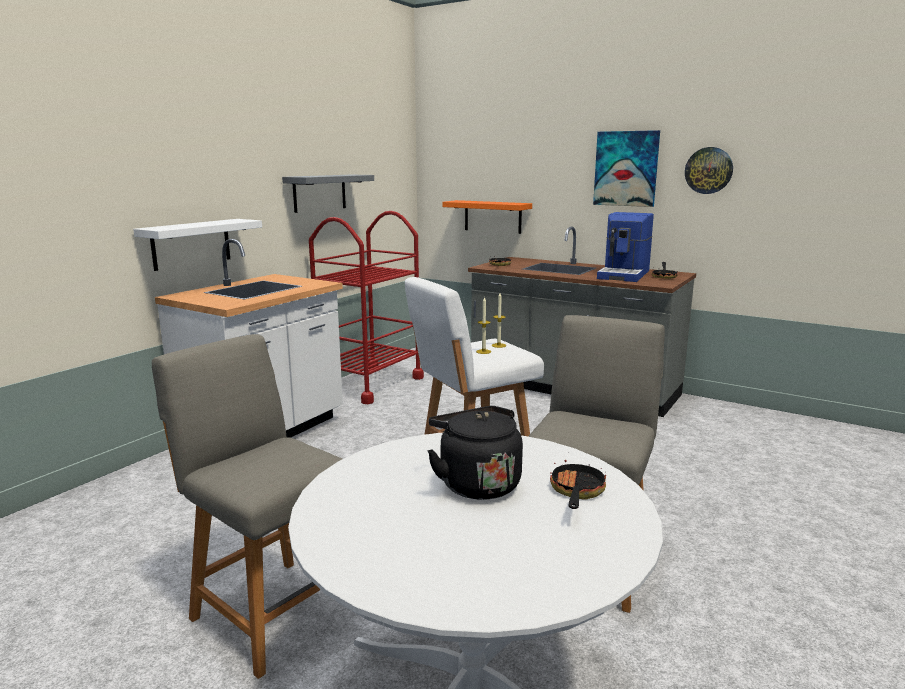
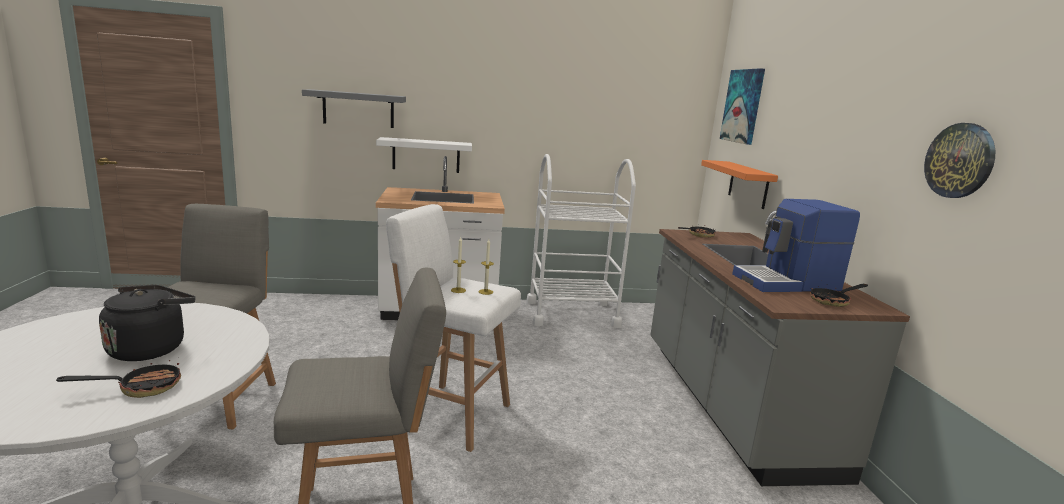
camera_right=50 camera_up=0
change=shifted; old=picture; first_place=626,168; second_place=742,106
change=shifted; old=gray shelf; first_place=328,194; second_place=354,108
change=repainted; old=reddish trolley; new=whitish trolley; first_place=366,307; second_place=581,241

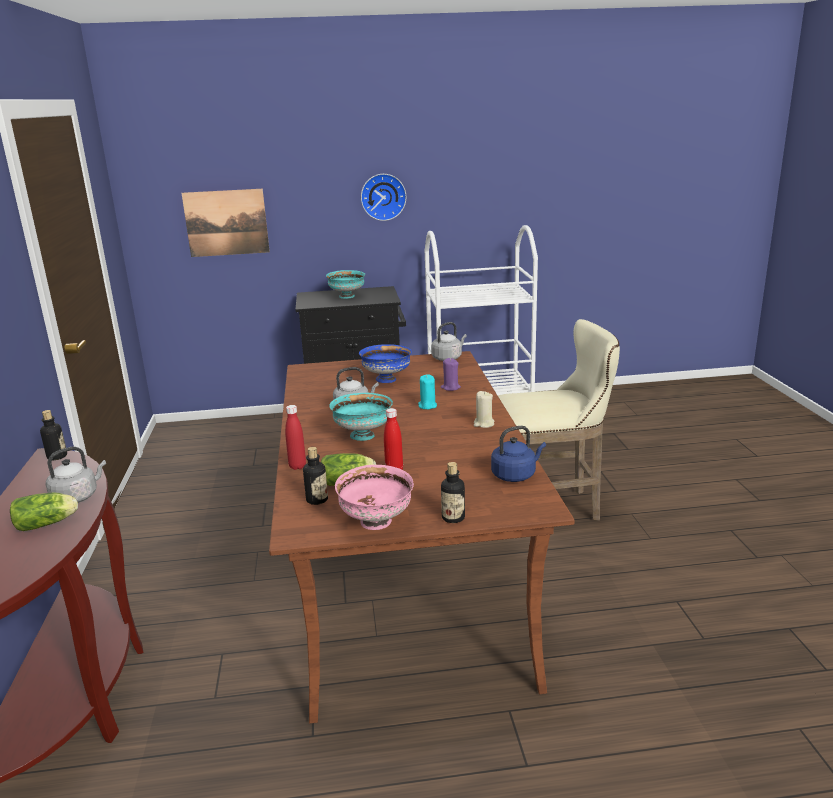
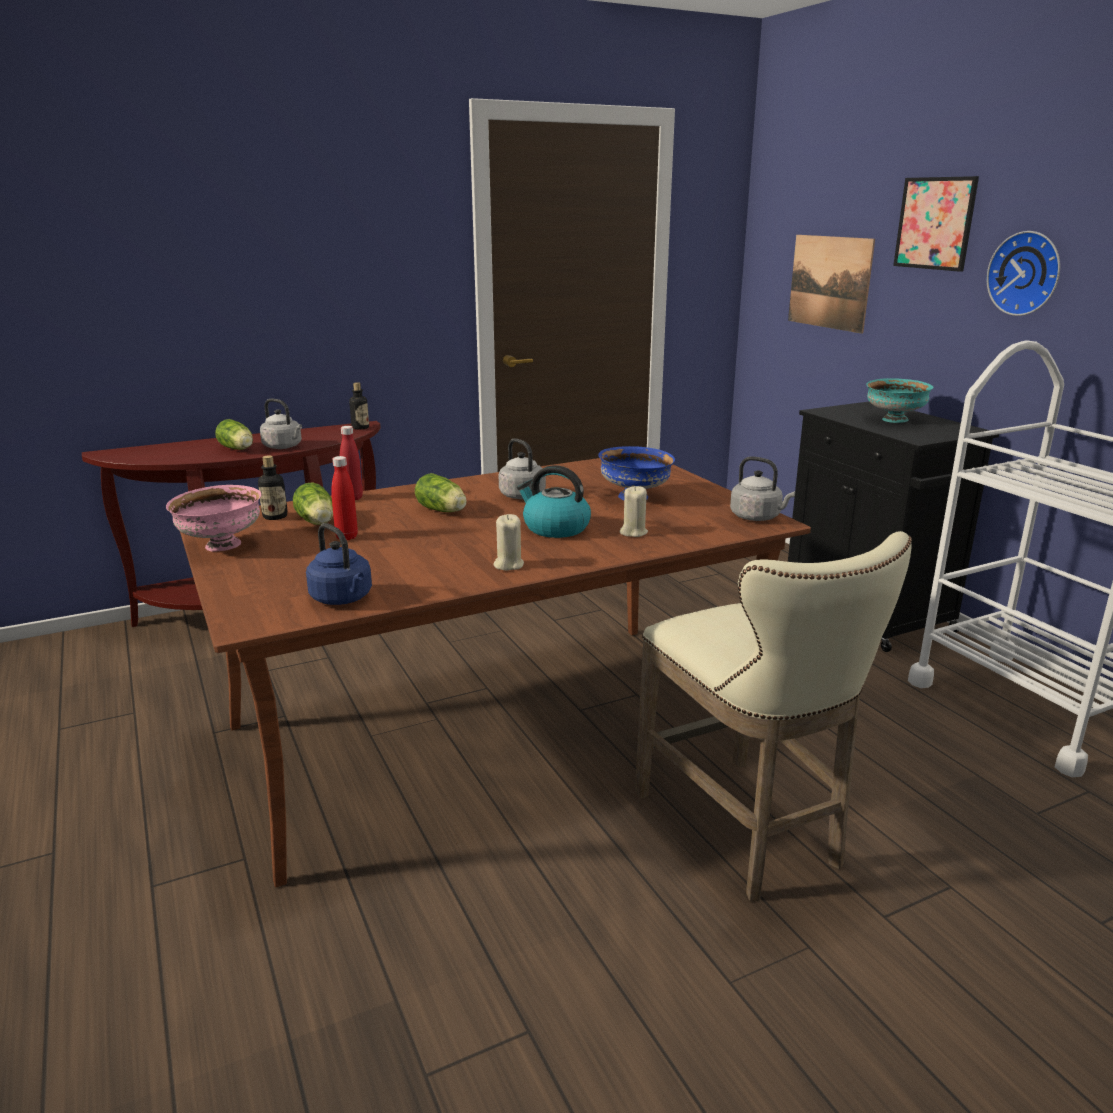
camera_right=70 camera_up=0
change=repainted; old=purple-coloured wax light; new=beige wax light; first_place=450,374; second_place=634,511
change=swapped; old=turquoise wax light; new=tea kettle; first_place=427,392; second_place=554,501
change=swapped; old=turquoise bowl; new=lettuce; first_place=361,417; second_place=441,492
change=gone; old=beverage bottle; first_place=453,492
change=new; new=picture; second_place=936,224

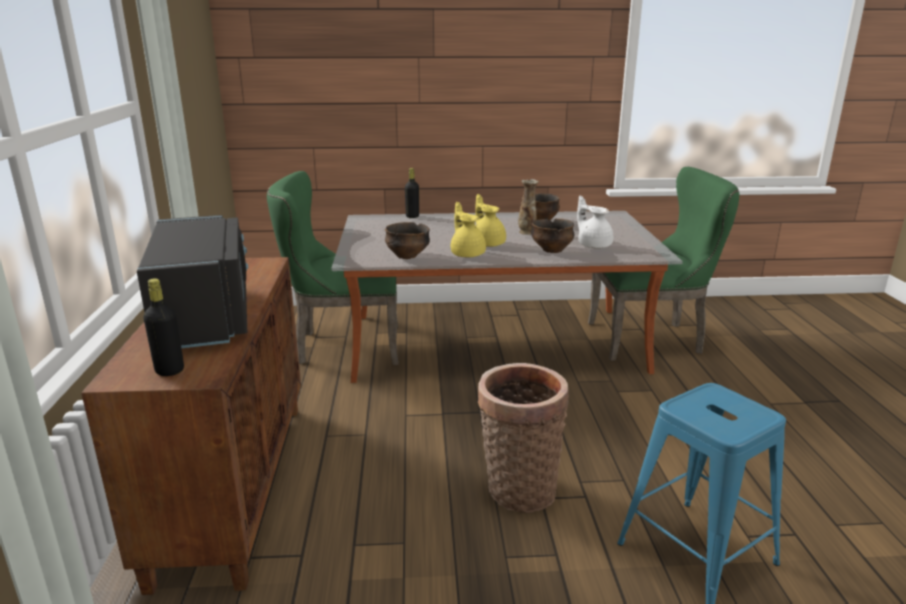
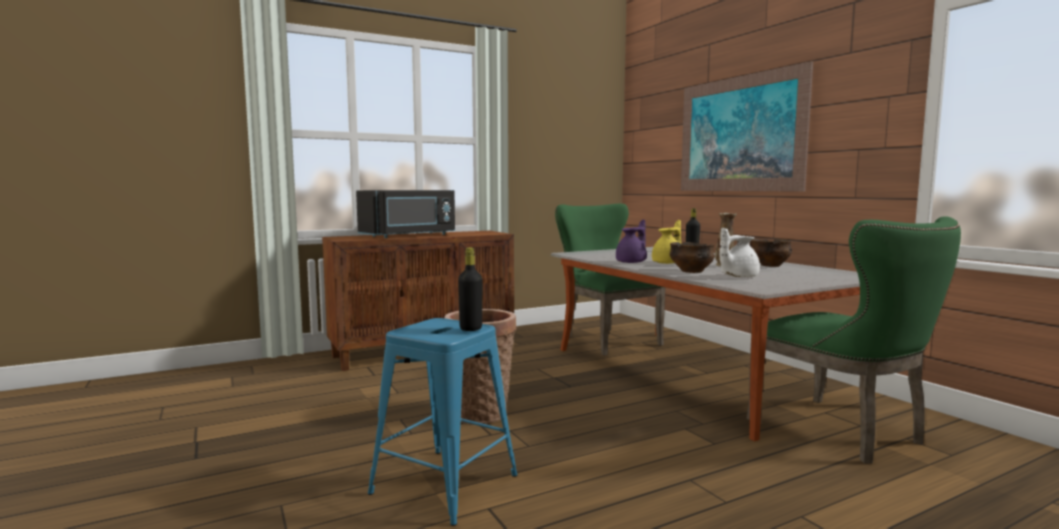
camera_right=65 camera_up=-15
change=rotated; old=whitish teapot; first_place=595,222; second_place=739,252; degrees=-150
change=repainted; old=yellow-coloured teapot; new=purple-coloured teapot; first_place=468,229; second_place=631,241
change=gone; old=bowl; first_place=407,240
change=shifted; old=blackish beverage bottle; first_place=164,327; second_place=470,289
change=new; new=picture; second_place=747,126

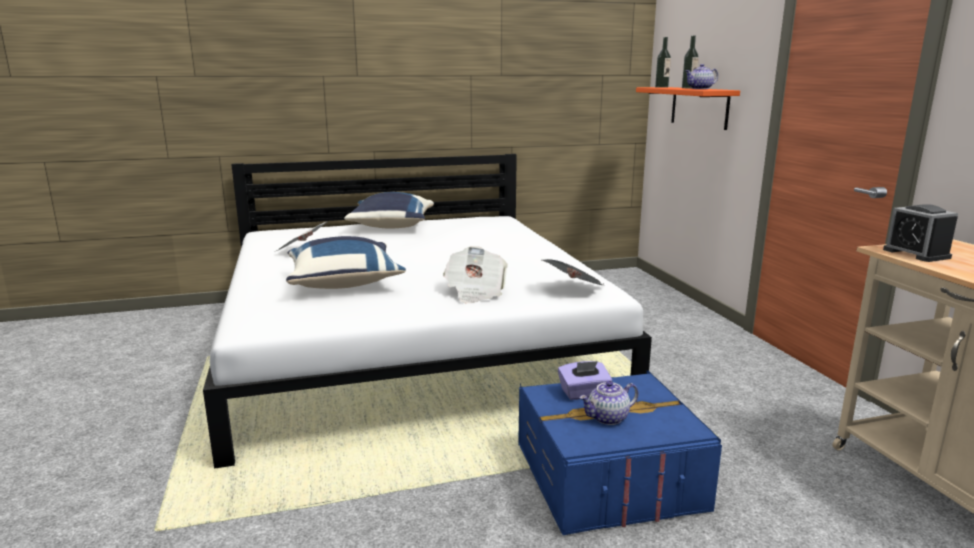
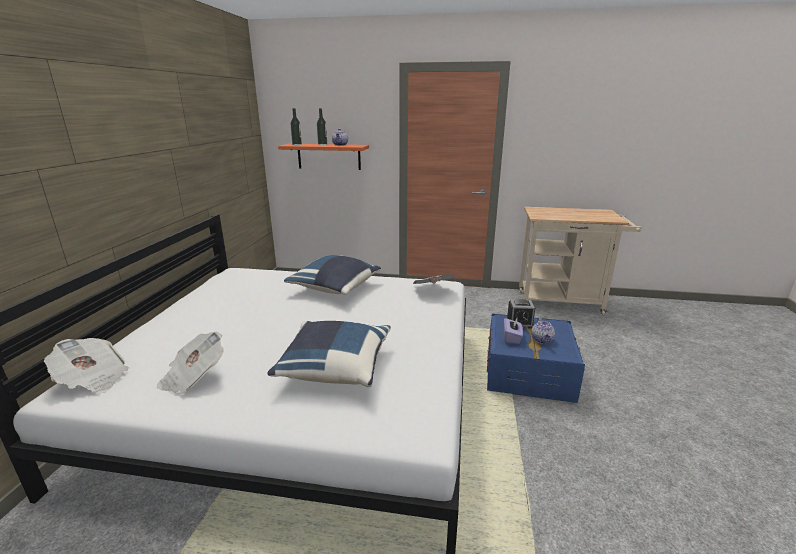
camera_right=-65 camera_up=5
change=shifted; old=blue pillow; first_place=389,210; second_place=332,275
change=shifted; old=table clock; first_place=920,233; second_place=520,313
change=shifted; old=printed paper; first_place=475,274; second_place=86,366

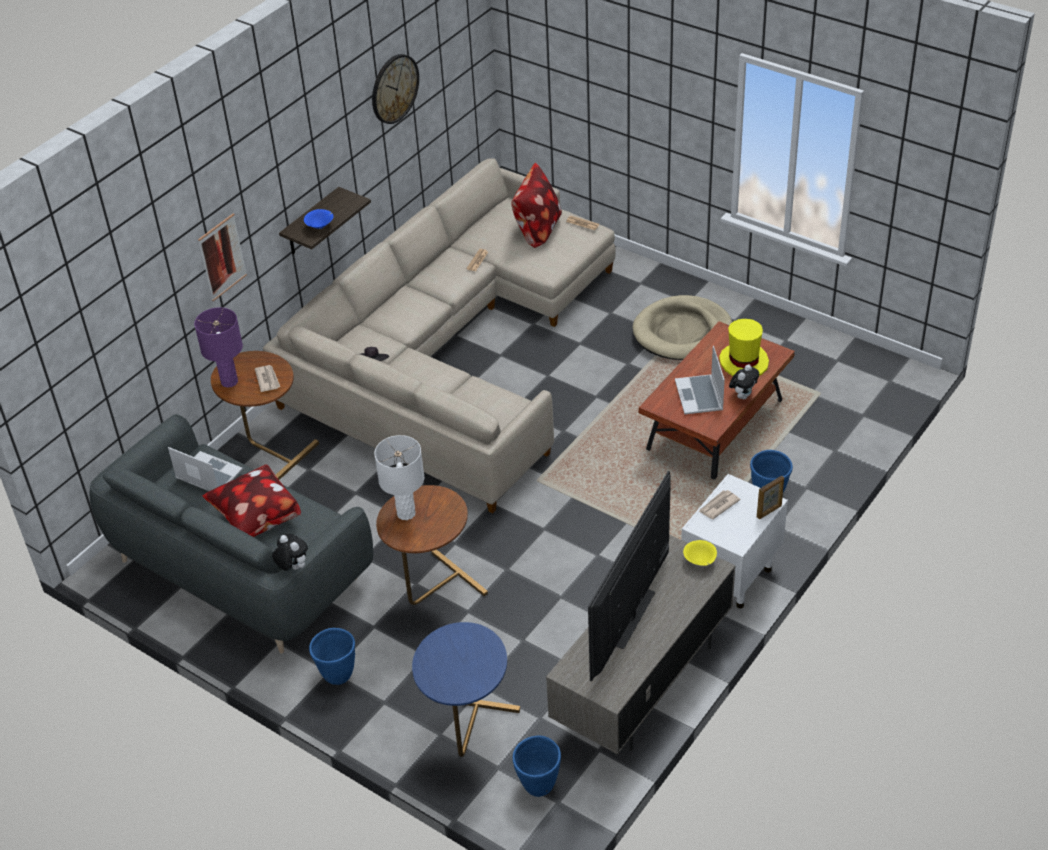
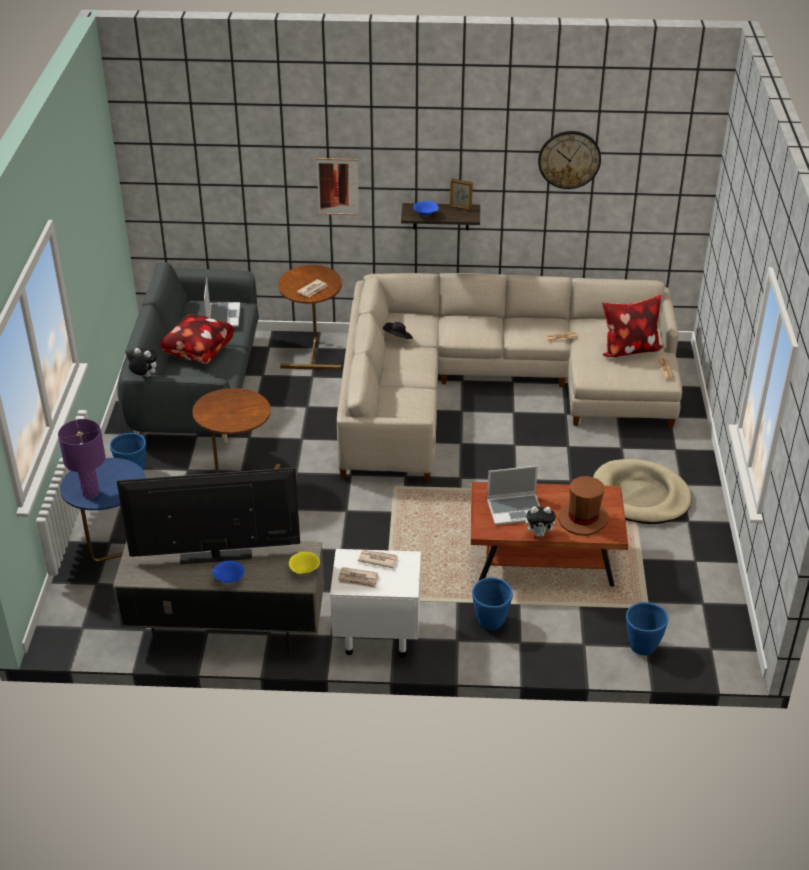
camera_right=55 camera_up=-5
change=shifted; old=purple-coloured tabletop lamp; first_place=218,347; second_place=82,459
change=repainted; old=yellow-coloured hat; new=brown-coloured hat; first_place=744,347; second_place=583,506
change=rotated; old=notebook computer; first_place=700,380; second_place=513,495; degrees=-150
change=gone; old=whitish tabletop lamp; first_place=399,477
change=shifted; old=picture frame; first_place=770,497; second_place=461,194
change=rotated; old=cuddly toy; first_place=290,552; second_place=143,362; degrees=-75
change=shifted; old=blue planter; first_place=537,766; second_place=647,628
change=new; new=blue bowl; second_place=228,572
change=new; new=printed paper; second_place=358,577

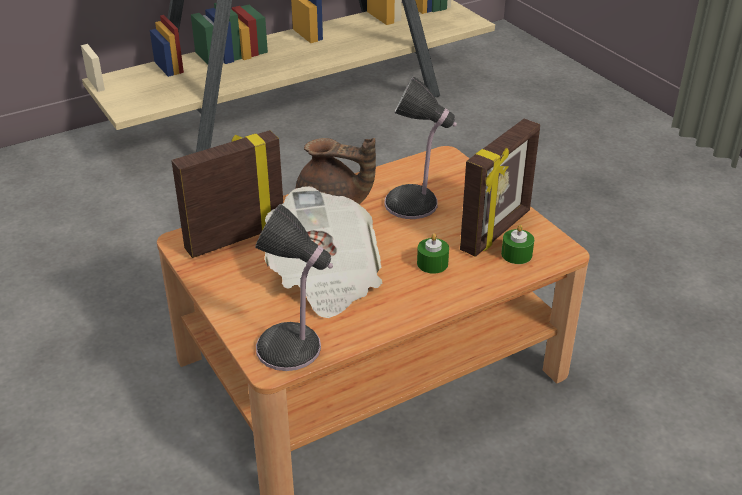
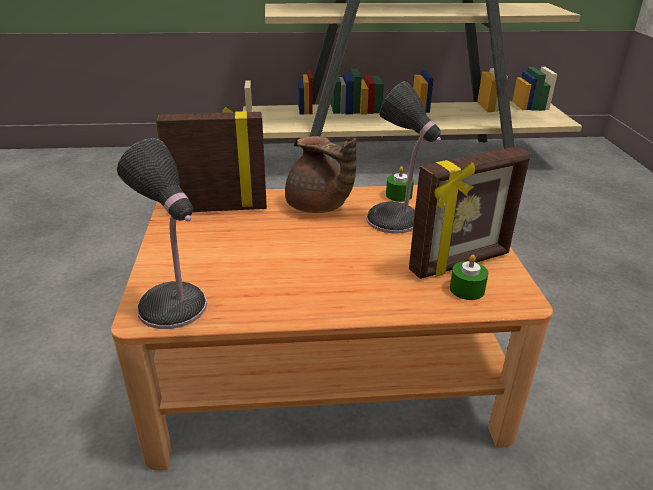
camera_right=25 camera_up=-5
change=gone; old=printed paper; first_place=323,252
change=shifted; old=greenish wax light; first_place=433,253; second_place=400,184

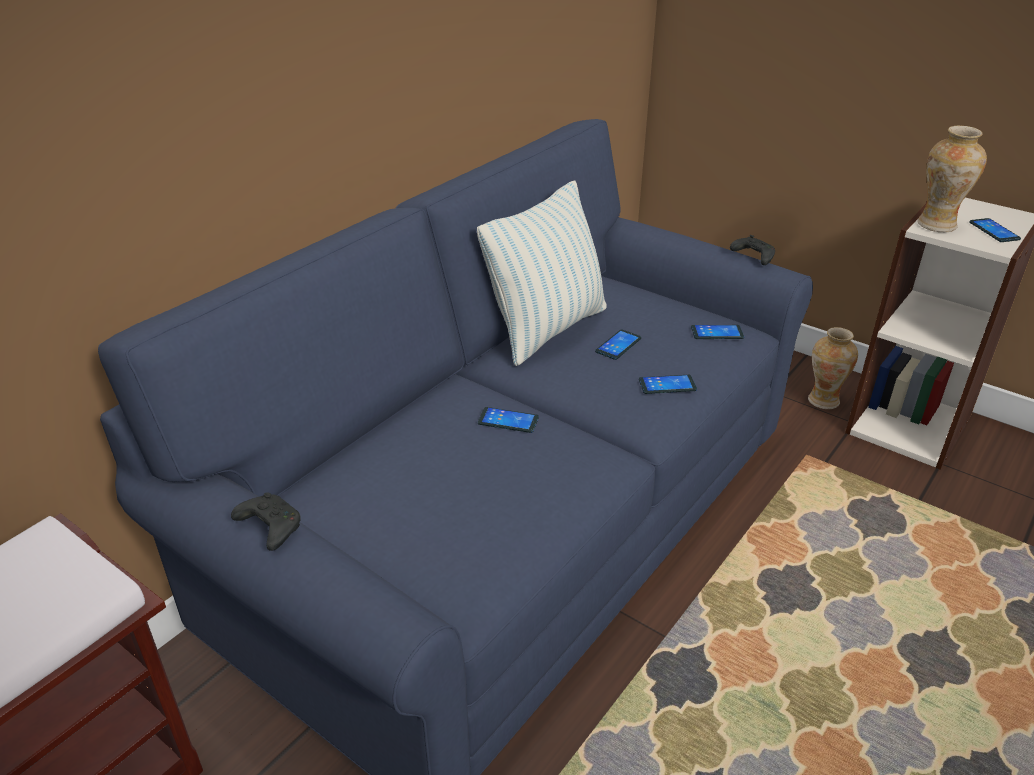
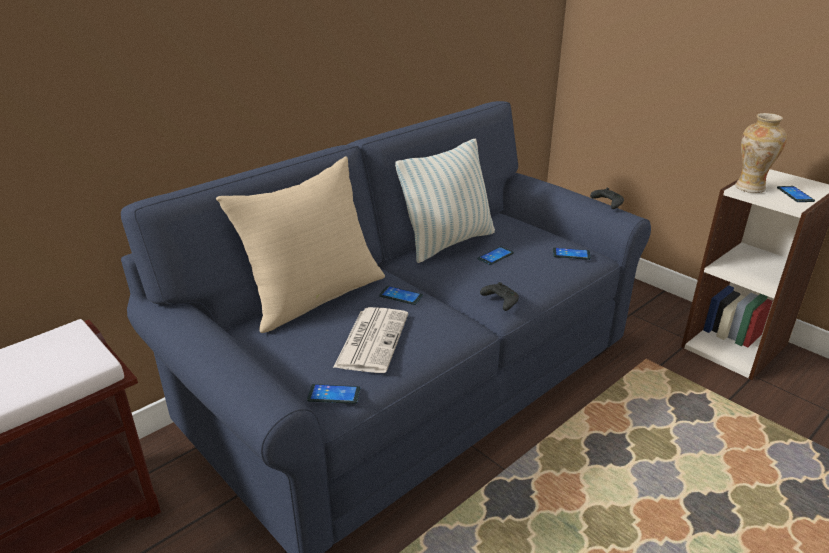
camera_right=10 camera_up=-5
change=gone; old=flower vase; first_place=833,368
change=shifted; old=telephone; first_place=668,384; second_place=333,394
change=shifted; old=blackish joypad; first_place=266,521; second_place=499,296
change=new; new=beige pillow; second_place=300,244
change=new; new=printed paper; second_place=370,340

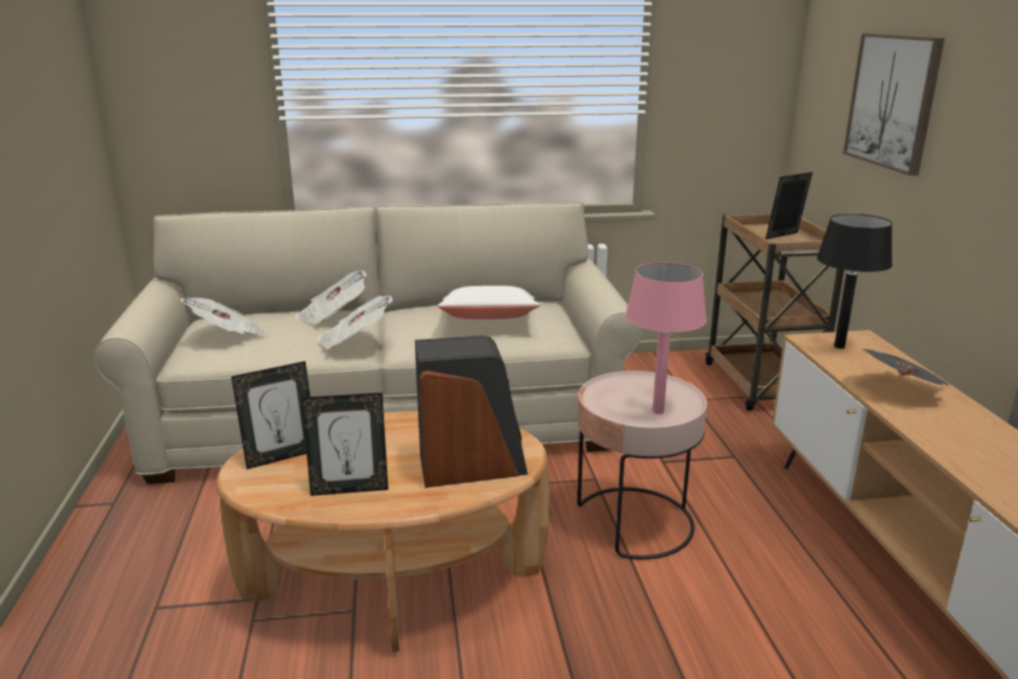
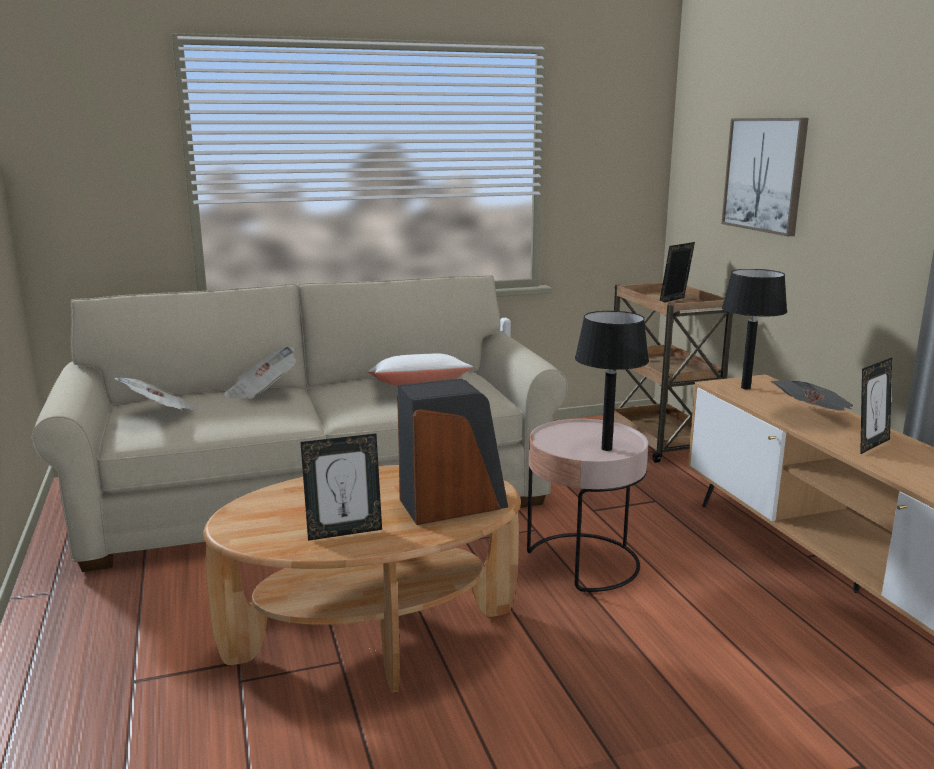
camera_right=-10 camera_up=-5
change=repainted; old=pink-coloured tabletop lamp; new=blackish tabletop lamp; first_place=666,338; second_place=612,381
change=gone; old=printed paper; first_place=354,323
change=shifted; old=picture frame; first_place=270,415; second_place=876,406

